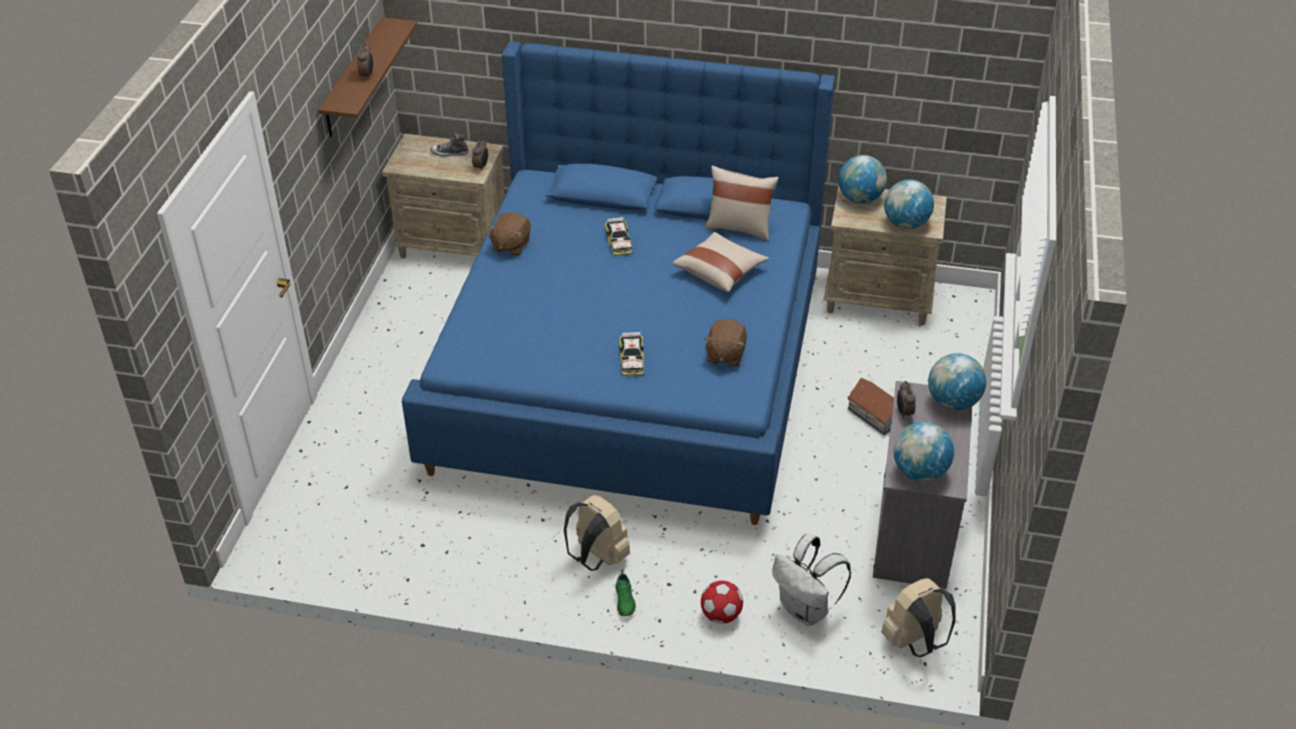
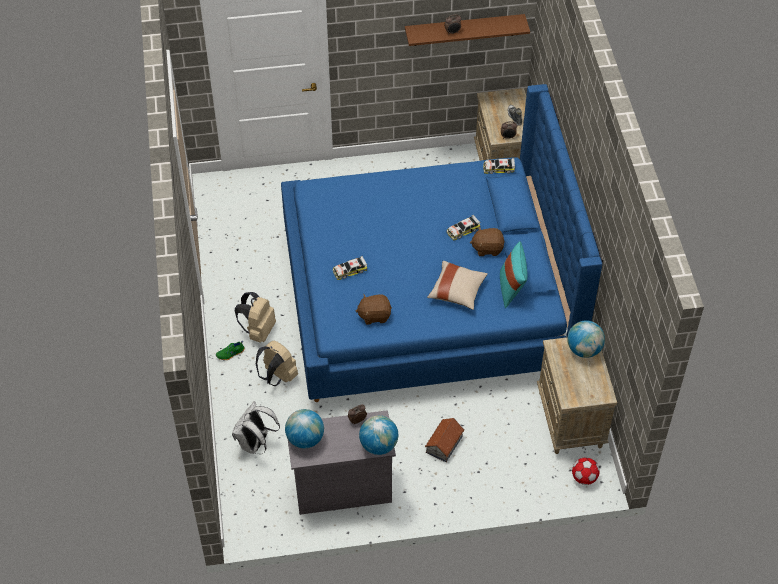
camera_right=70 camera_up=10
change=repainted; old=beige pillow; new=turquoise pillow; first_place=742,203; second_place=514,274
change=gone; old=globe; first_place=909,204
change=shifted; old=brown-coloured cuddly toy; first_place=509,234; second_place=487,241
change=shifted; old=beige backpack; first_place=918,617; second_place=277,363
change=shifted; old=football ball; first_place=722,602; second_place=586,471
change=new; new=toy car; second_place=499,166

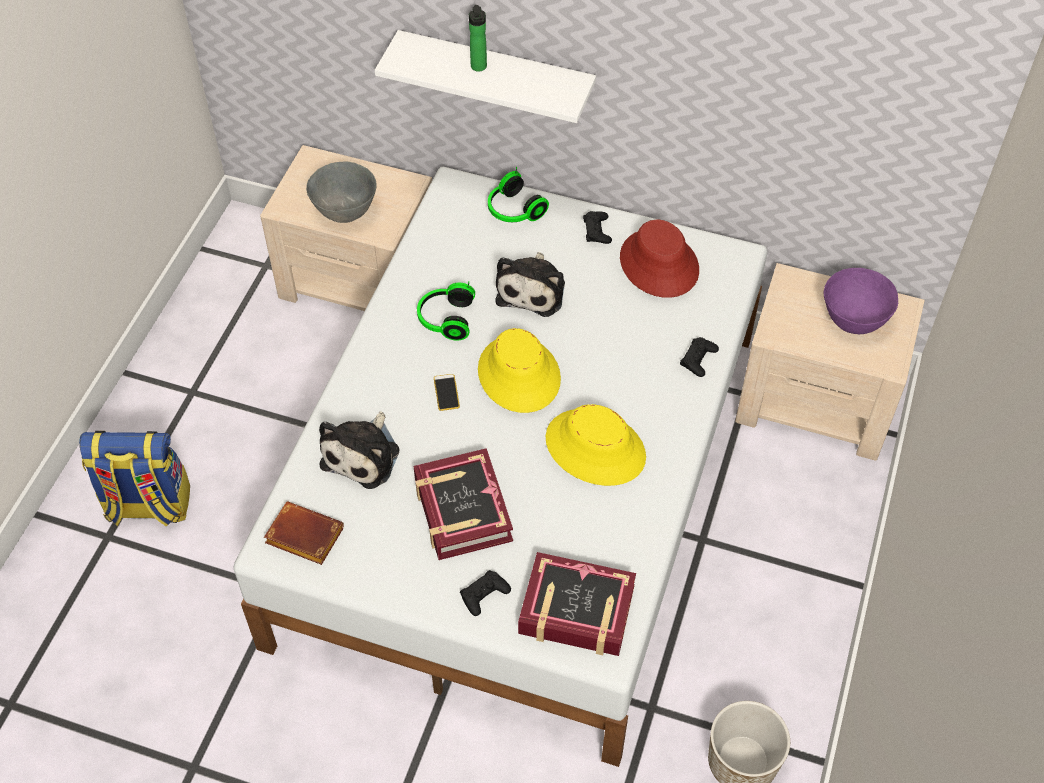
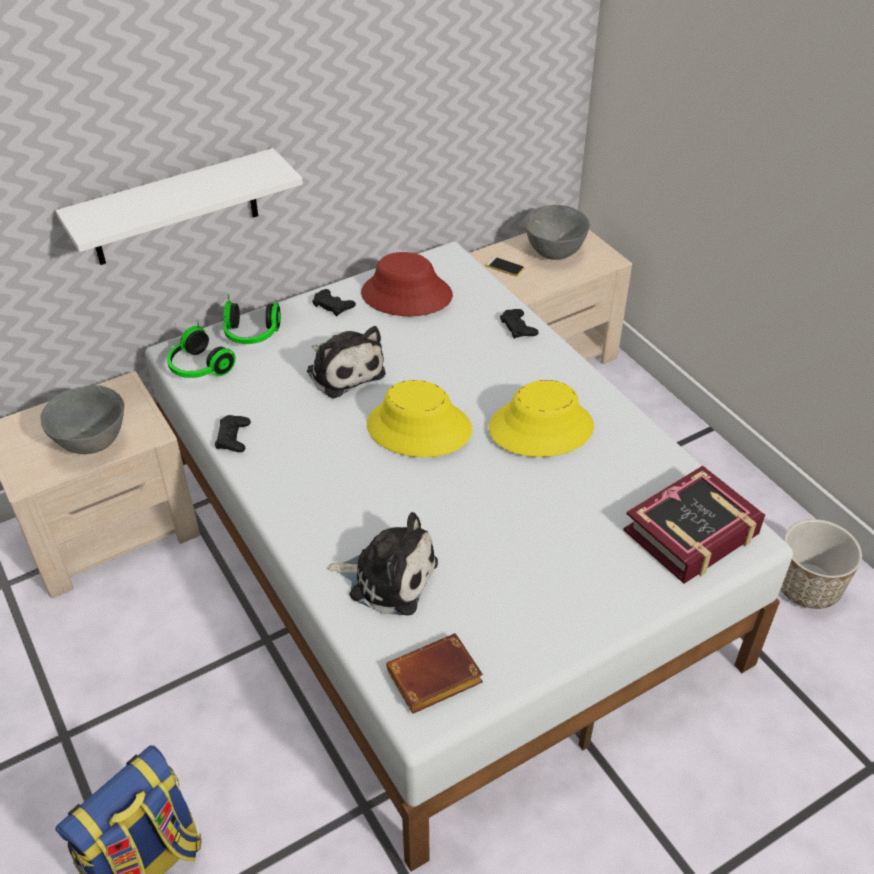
camera_right=-50 camera_up=-10
change=gone; old=beverage bottle; first_place=478,38
change=repainted; old=purple-coloured bowl; new=gray bowl; first_place=861,301; second_place=557,232
change=shifted; old=headphones; first_place=446,310; second_place=201,349
change=shifted; old=telephone; first_place=447,392; second_place=505,266
change=rotated; old=cuddly toy; first_place=359,450; second_place=382,564; degrees=-45
change=gone; old=volume; first_place=463,504
change=shifted; old=blackish joypad; first_place=485,593; second_place=233,433

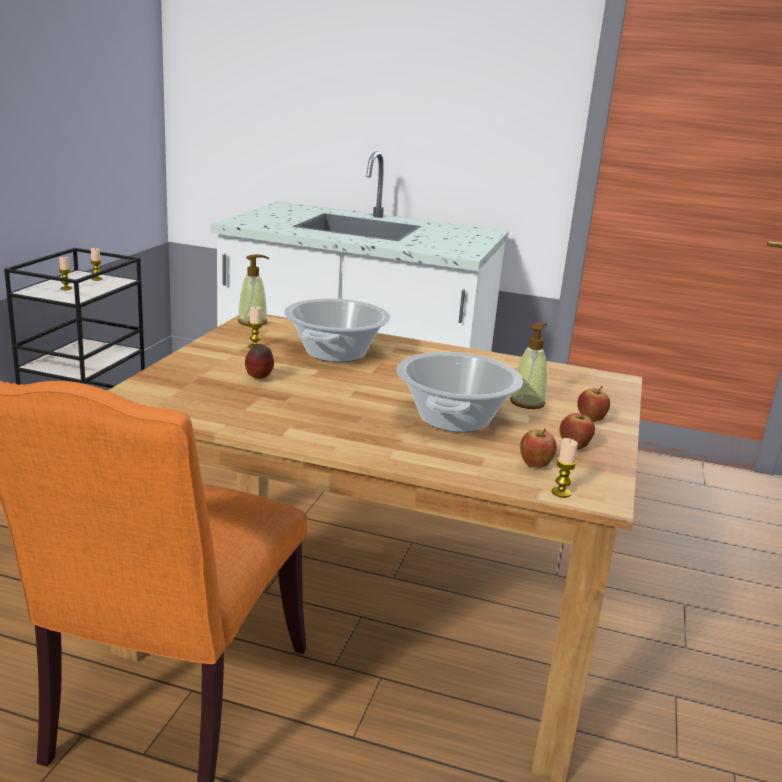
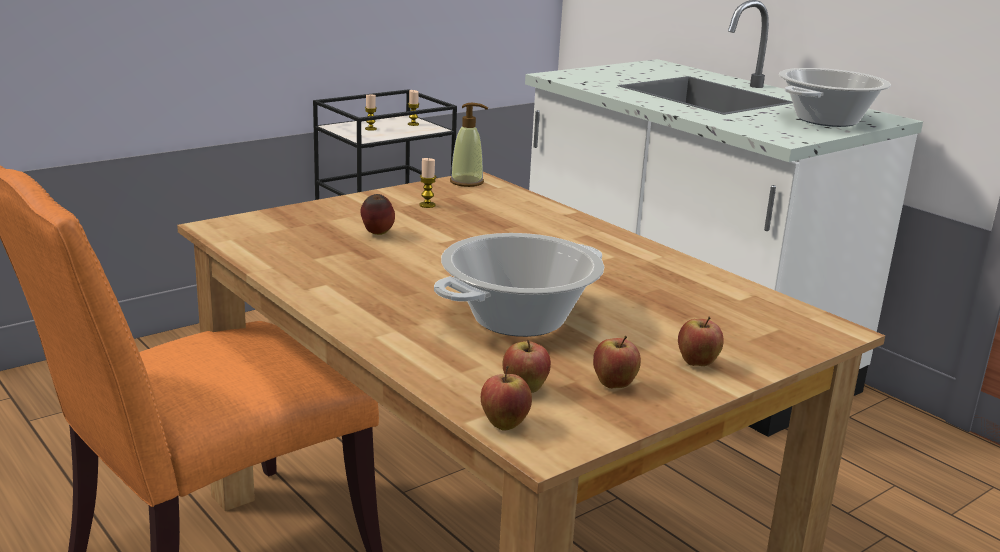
camera_right=35 camera_up=0
change=shifted; old=saucepot; first_place=337,330; second_place=835,97
change=gone; old=liquid soap bottle; first_place=528,365
change=swapped; old=wax light; new=whole apple; first_place=565,468; second_place=506,398

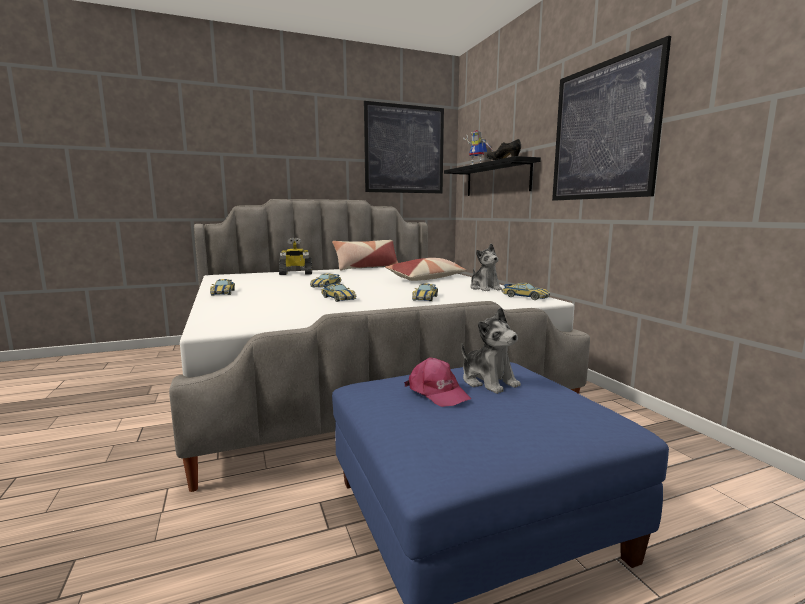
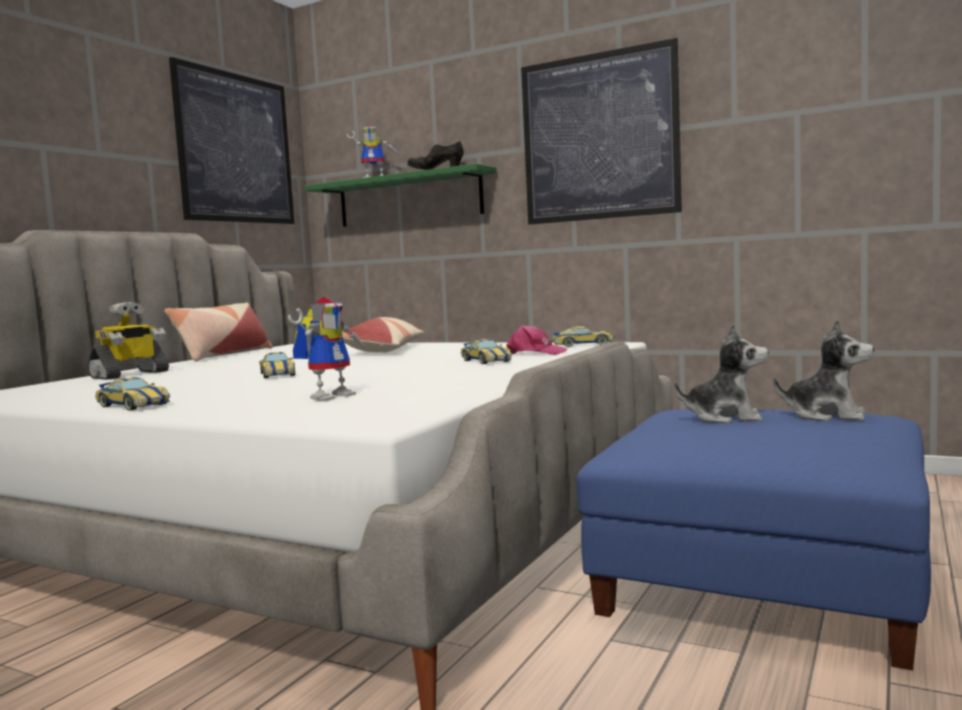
camera_right=-40 camera_up=-5
change=repainted; old=blackish shelf; new=greenish shelf; first_place=492,176; second_place=401,195
change=shifted; old=cuddly toy; first_place=486,267; second_place=823,370
change=gone; old=toy car; first_place=338,293
change=shifted; old=pink-coloured baseball cap; first_place=437,382; second_place=536,340
change=new; new=robot figure; second_place=328,349

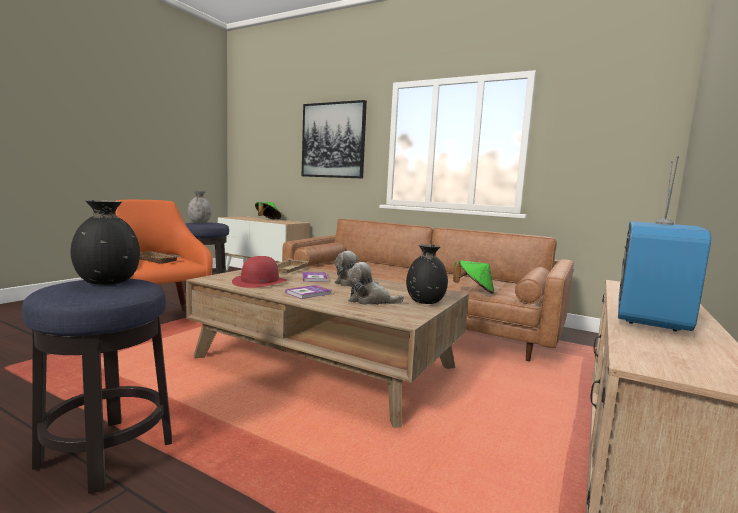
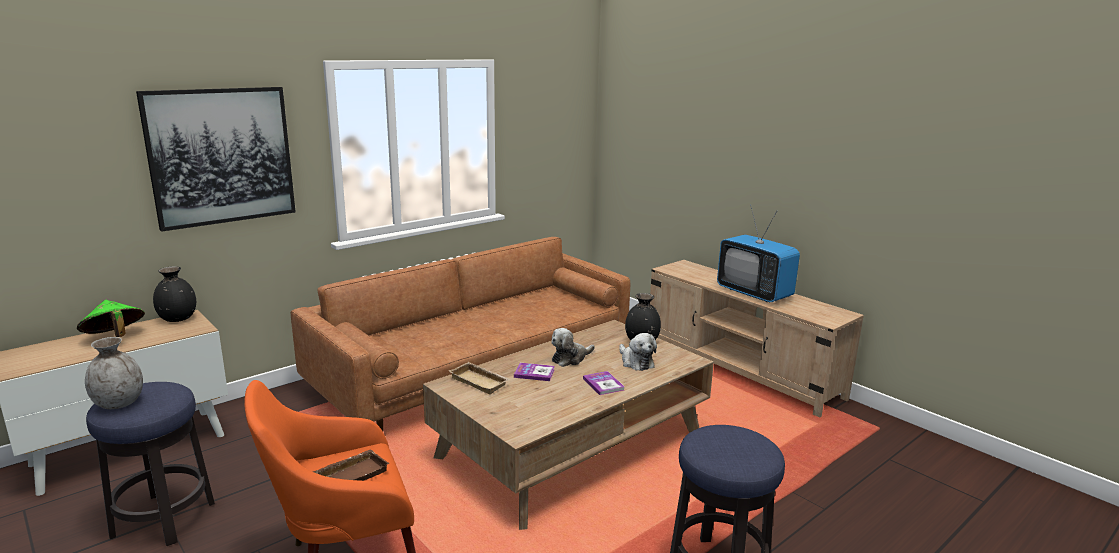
camera_right=-70 camera_up=10
change=shifted; old=blackish flower vase; first_place=105,242; second_place=174,294
change=gone; old=reddish hat; first_place=259,272
change=gone; old=greenish hat; first_place=473,277
change=rotated; old=cuddly toy; first_place=375,283; second_place=638,352; degrees=-60

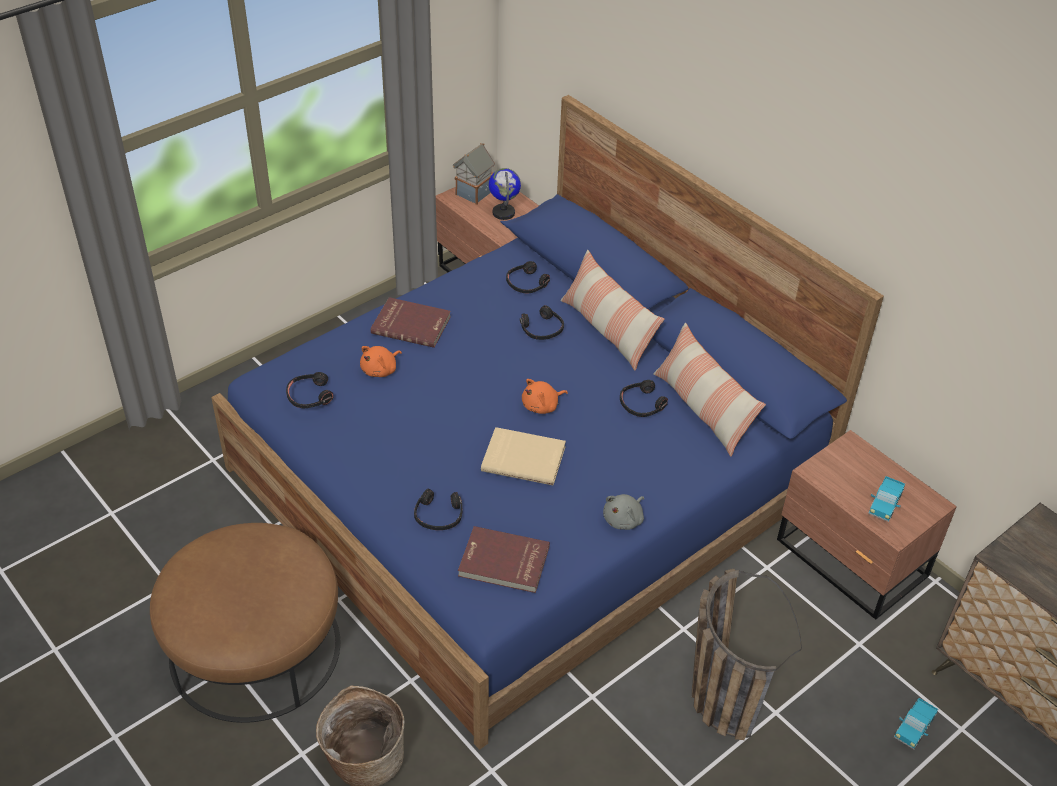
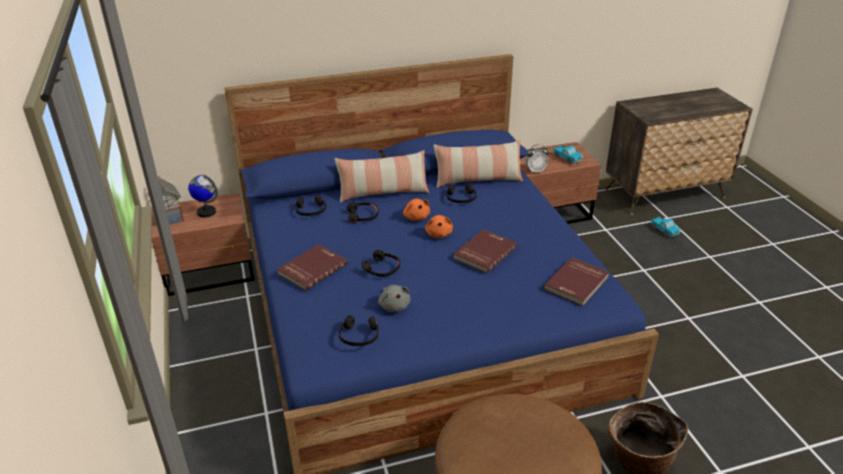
camera_right=-65 camera_up=-10
change=shifted; old=orange cuddly toy; first_place=381,361; second_place=416,210
change=repainted; old=beige volume; new=reddish volume; first_place=523,456; second_place=485,251
change=shifted; old=blackish headphones; first_place=438,509; second_place=381,263
change=shifted; old=gray cuddly toy; first_place=623,512; second_place=394,298
change=gone; old=household basket; first_place=747,654
change=new; new=table clock; second_place=537,158

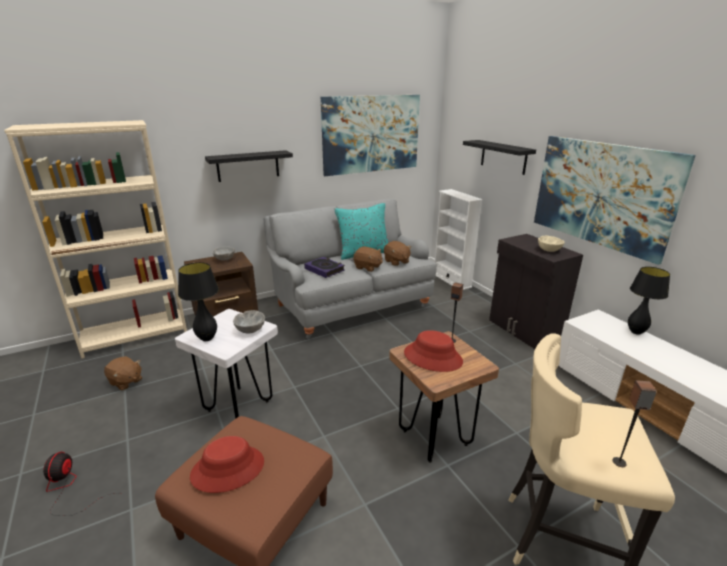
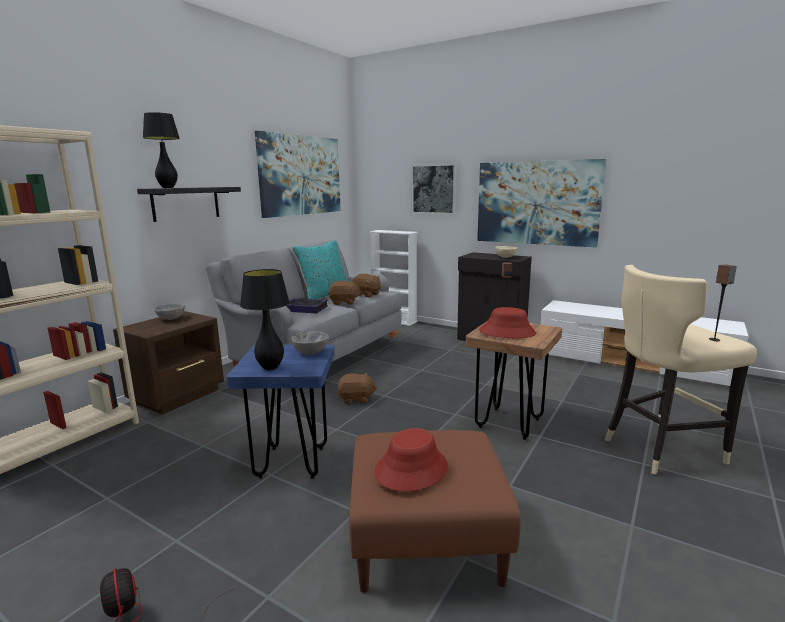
camera_right=-30 camera_up=-10
change=swapped; old=blackish shelf; new=picture; first_place=499,157; second_place=434,189
change=shifted; old=blackish tabletop lamp; first_place=649,301; second_place=161,150
change=repainted; old=whitish stool seat; new=blue stool seat; first_place=226,364; second_place=280,411
change=shifted; old=brown-coloured cuddly toy; first_place=123,373; second_place=357,388

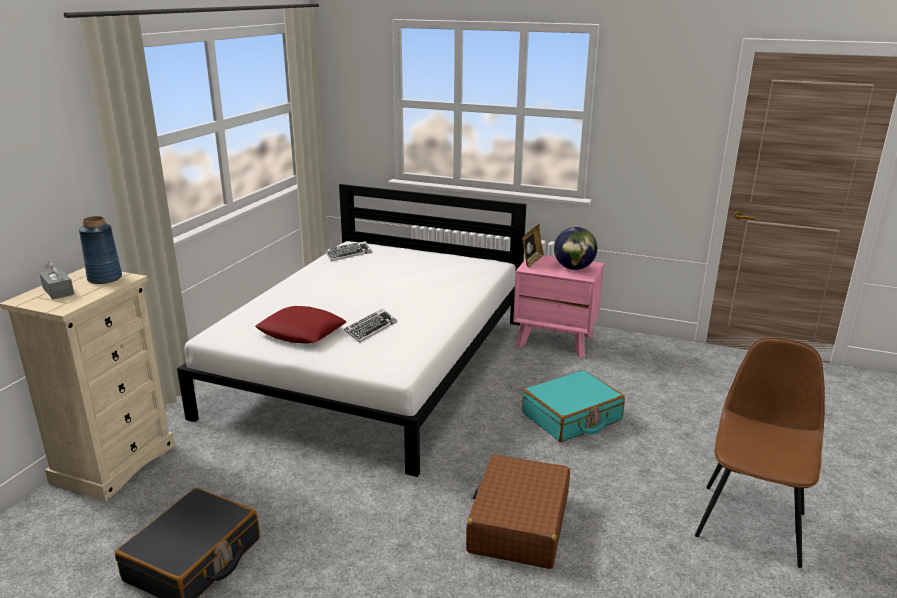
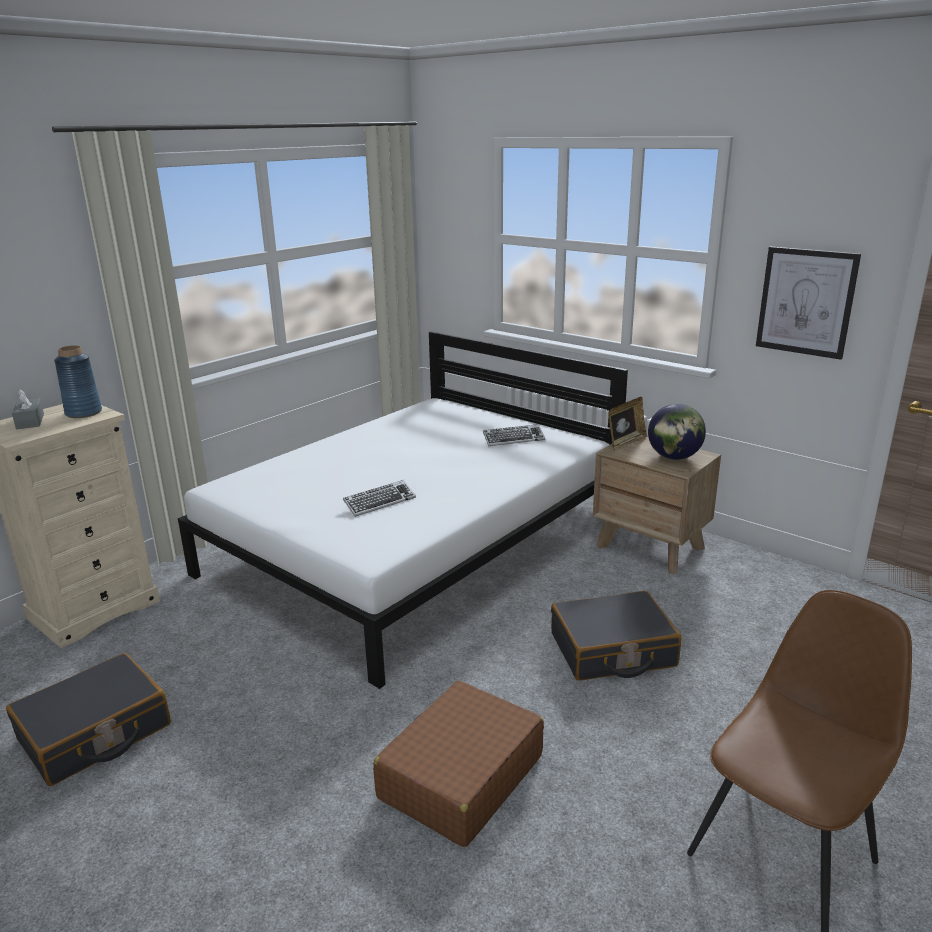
camera_right=20 camera_up=0
change=shifted; old=keyboard; first_place=348,251; second_place=514,435
change=repainted; old=pink-coloured night table; new=brown-coloured night table; first_place=558,306; second_place=657,505
change=gone; old=reddish pillow; first_place=301,325
change=repainted; old=turquoise suitcase; new=blackish suitcase; first_place=573,406; second_place=616,636
change=new; new=picture; second_place=808,303

